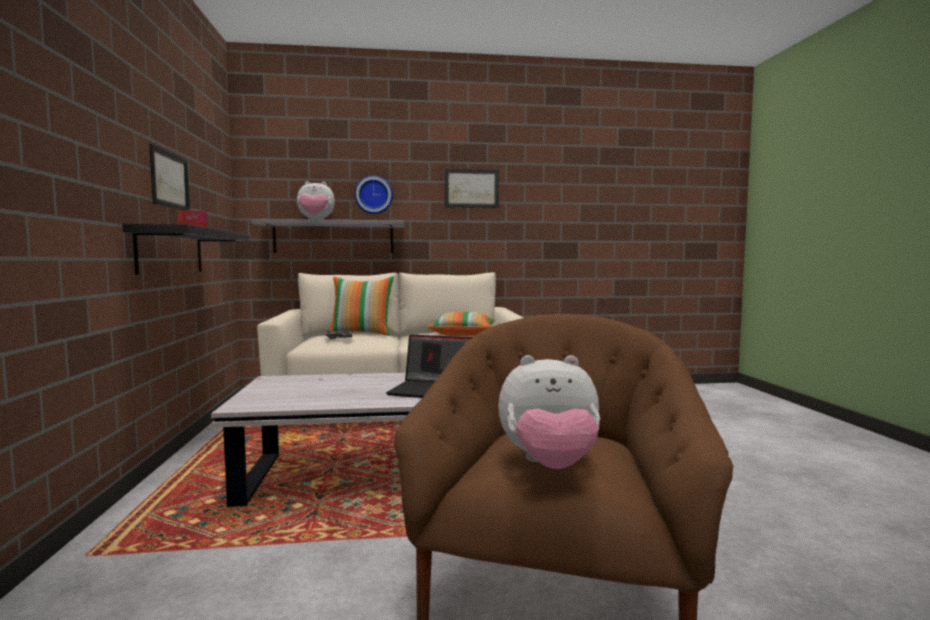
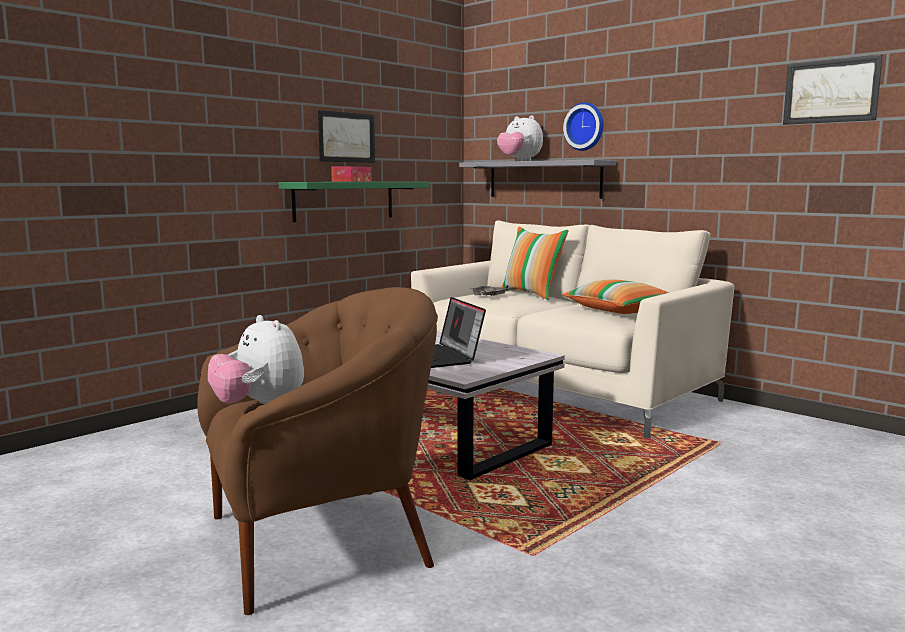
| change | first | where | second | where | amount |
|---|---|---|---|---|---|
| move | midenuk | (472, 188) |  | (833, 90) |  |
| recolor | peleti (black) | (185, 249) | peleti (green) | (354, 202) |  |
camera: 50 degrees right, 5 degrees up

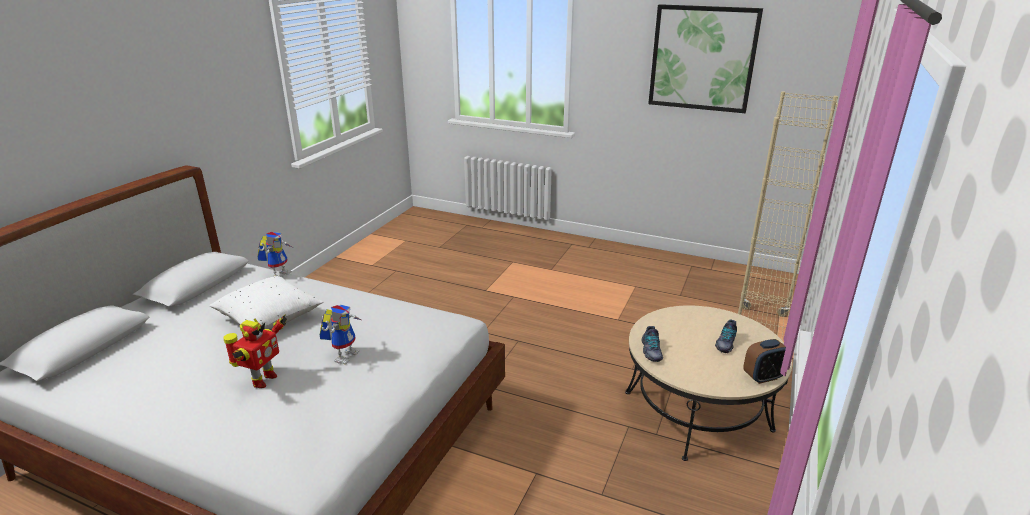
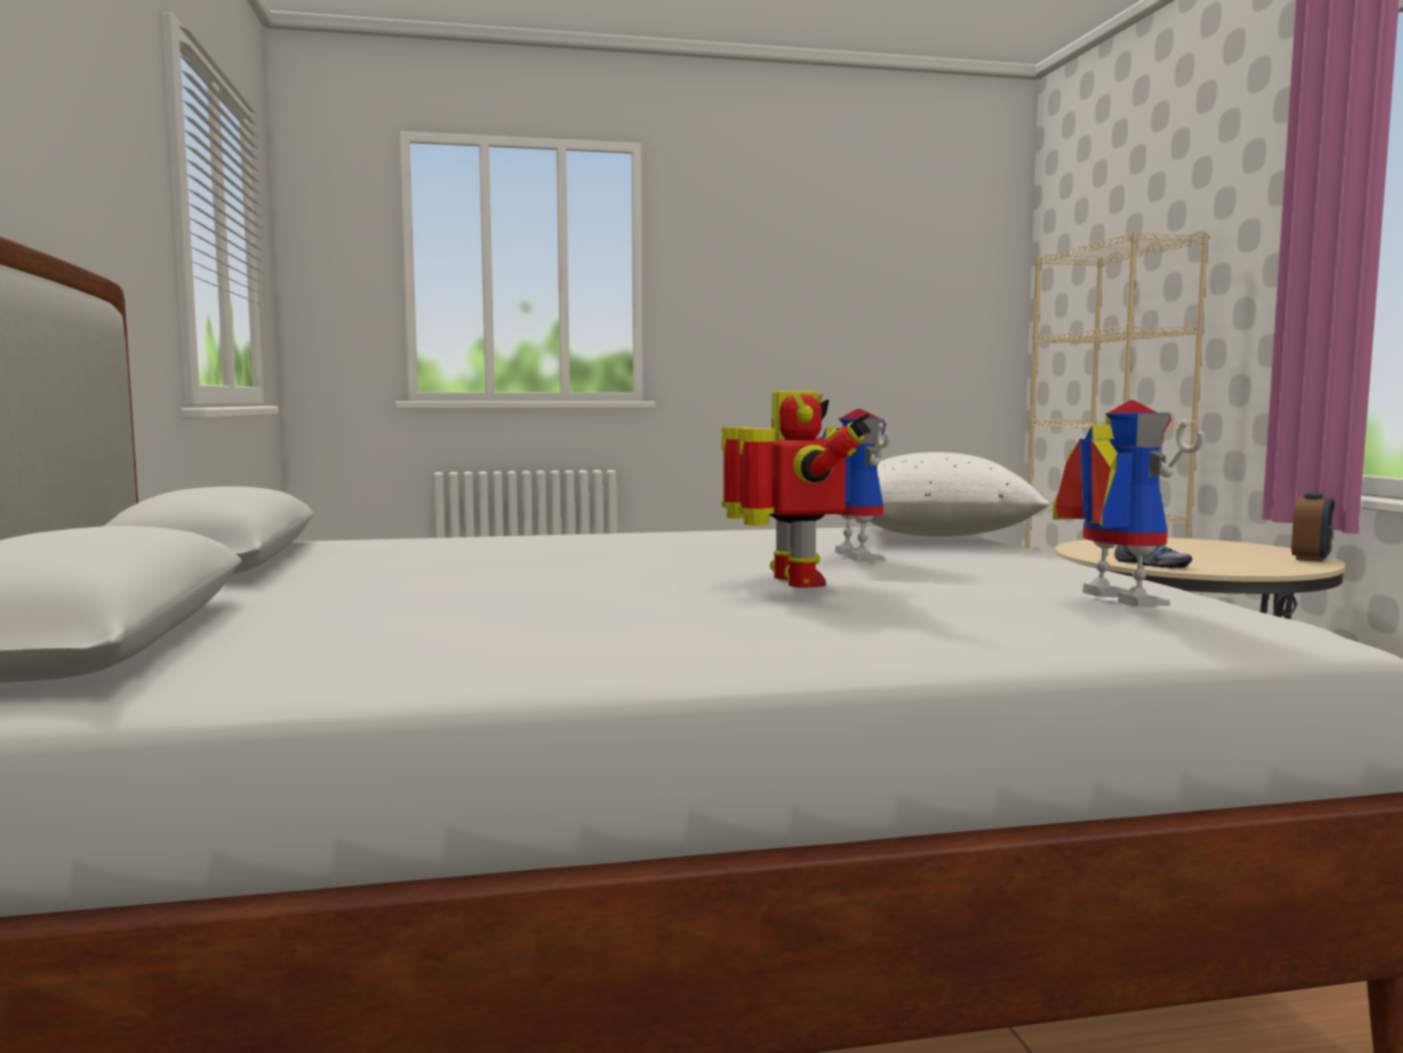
| change | first | where | second | where | amount |
|---|---|---|---|---|---|
| delete | midenuk | (705, 58) |  |  |  |
| move | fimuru | (275, 254) |  | (1129, 504) |  |
| move | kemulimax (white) | (266, 302) |  | (960, 494) |  |
| delete | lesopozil | (726, 336) |  |  |  |
camera: 35 degrees left, 20 degrees down

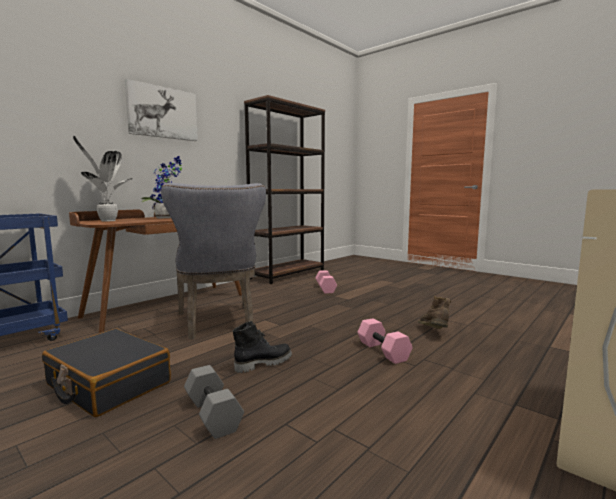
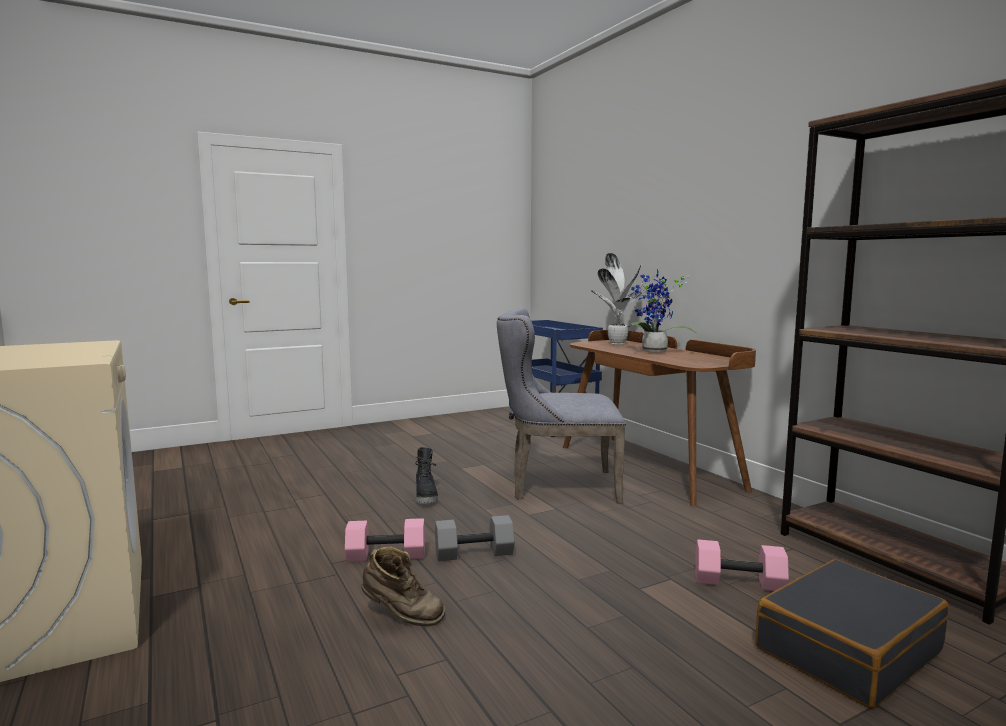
| change | first | where | second | where | amount |
|---|---|---|---|---|---|
| delete | midenuk | (161, 110) |  |  |  |
| move | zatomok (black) | (106, 373) |  | (852, 634) |  |
| move | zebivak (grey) | (214, 402) |  | (475, 538) |  |
camera: 110 degrees right, 0 degrees up

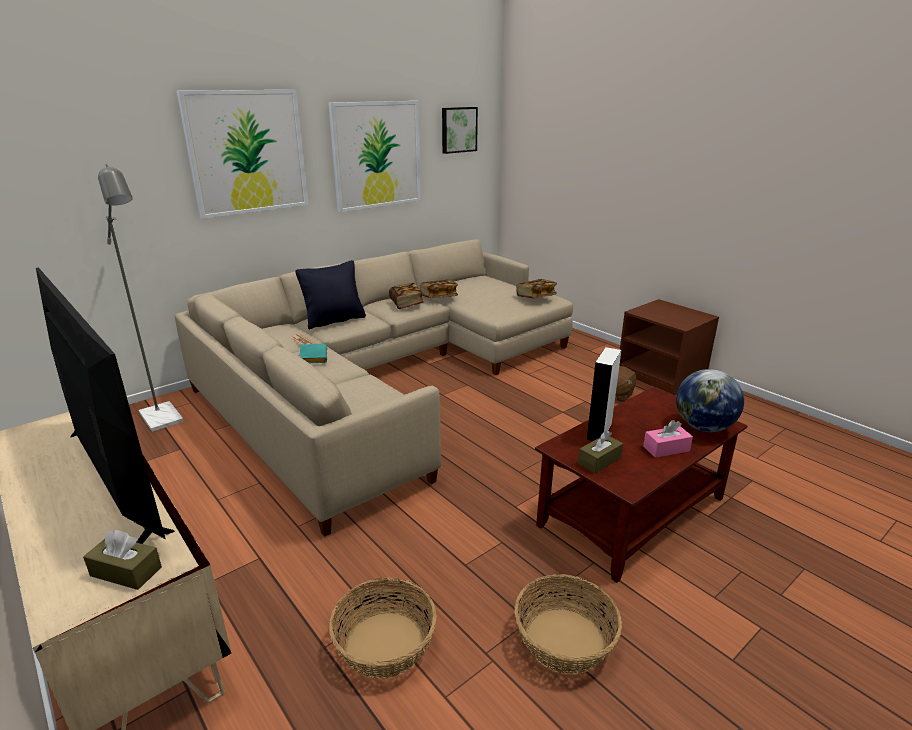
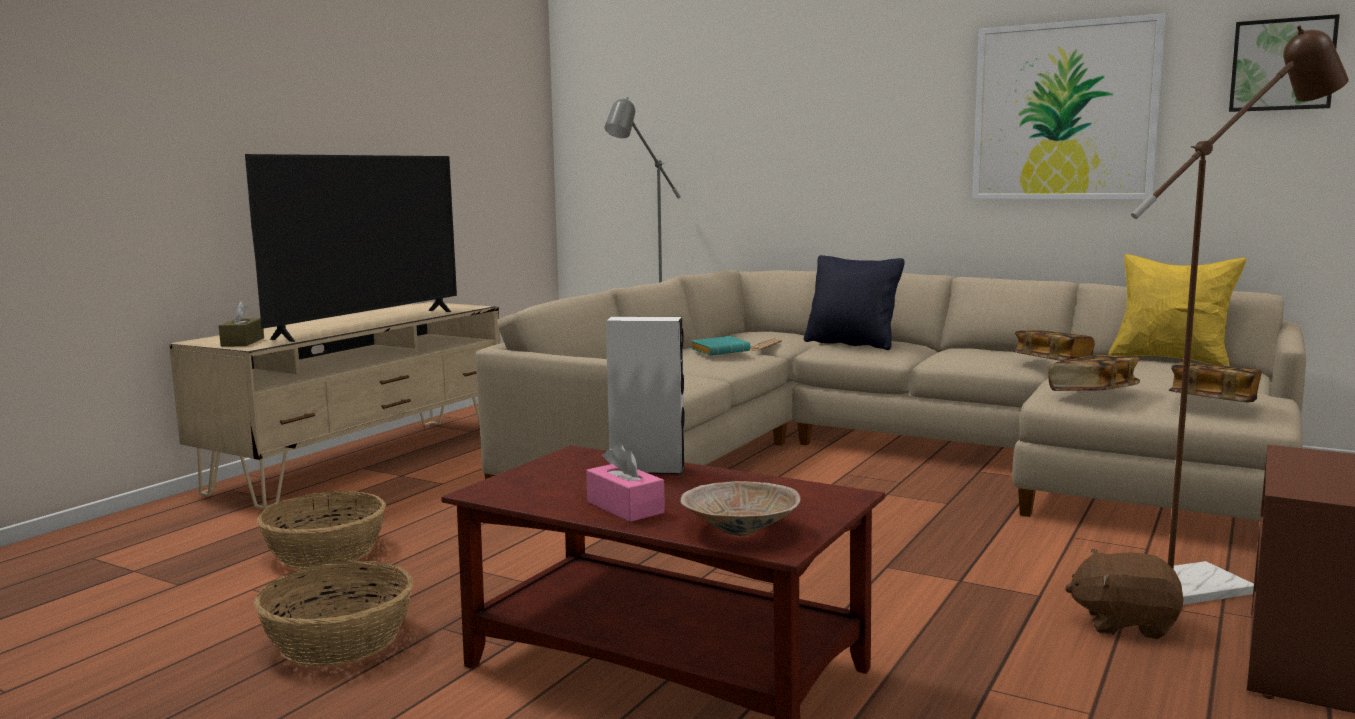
| change | first | where | second | where | amount |
|---|---|---|---|---|---|
| delete | midenuk | (242, 154) |  |  |  |
| move | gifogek | (406, 296) |  | (1094, 373) |  |
| replace | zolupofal | (710, 400) | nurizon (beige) | (740, 508) |  |
| delete | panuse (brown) | (600, 452) |  |  |  |
| insert |  |  | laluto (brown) | (1240, 315) |  |
| insert |  |  | kemulimax (yellow) | (1177, 310) |  |
camera: 70 degrees right, 15 degrees down

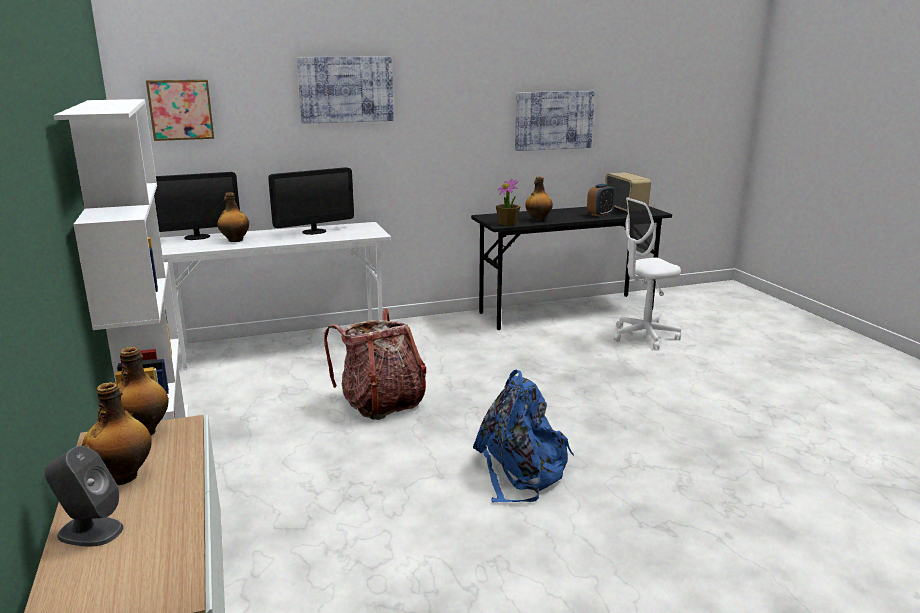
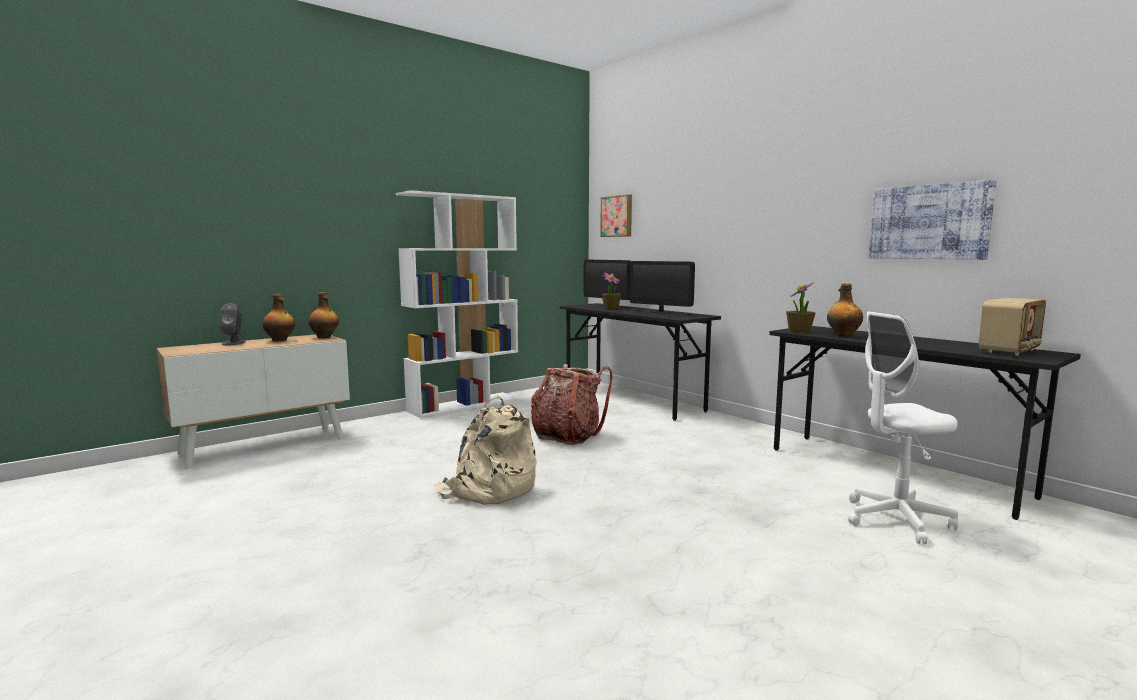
| change | first | where | second | where | amount |
|---|---|---|---|---|---|
| delete | midenuk | (345, 90) |  |  |  |
| delete | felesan | (601, 200) |  |  |  |
| replace | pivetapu | (233, 217) | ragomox | (611, 291) |  |
| rotate | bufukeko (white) | (647, 273) |  | (903, 427) | 60 degrees counterclockwise |
| recolor | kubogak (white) | (275, 295) | kubogak (black) | (640, 362) |  |
| recolor | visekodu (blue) | (523, 436) | visekodu (beige) | (486, 450) |  |
camera: 70 degrees right, 10 degrees down

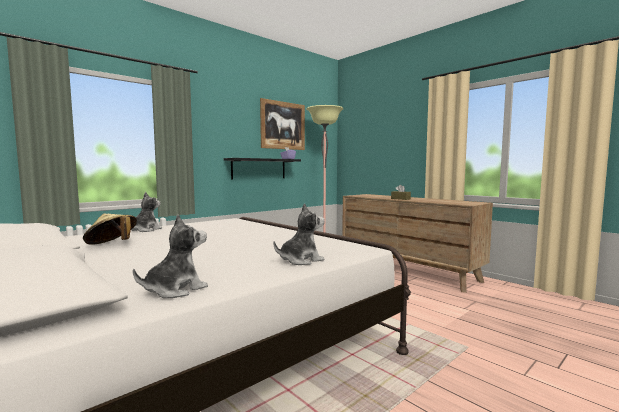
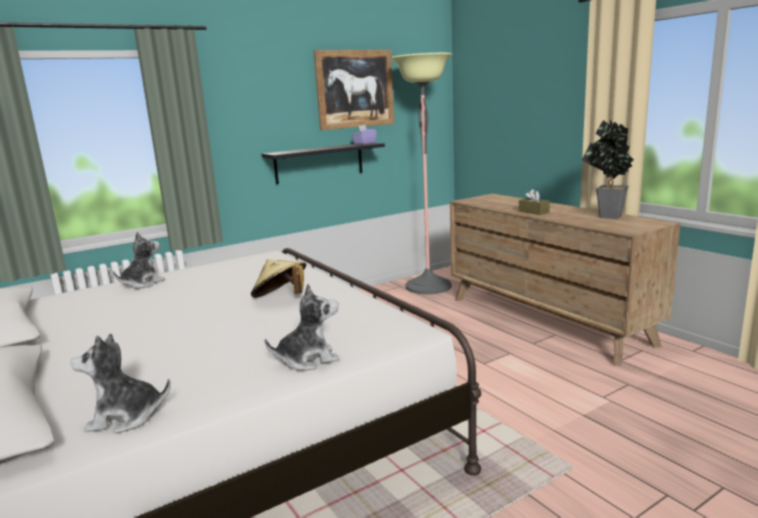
| change | first | where | second | where | amount |
|---|---|---|---|---|---|
| move | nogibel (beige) | (110, 229) |  | (278, 278) |  |
| rotate | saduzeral | (170, 256) |  | (121, 383) | 150 degrees counterclockwise |
| insert |  |  | ragomox | (608, 169) |  |
camera: 10 degrees right, 10 degrees up

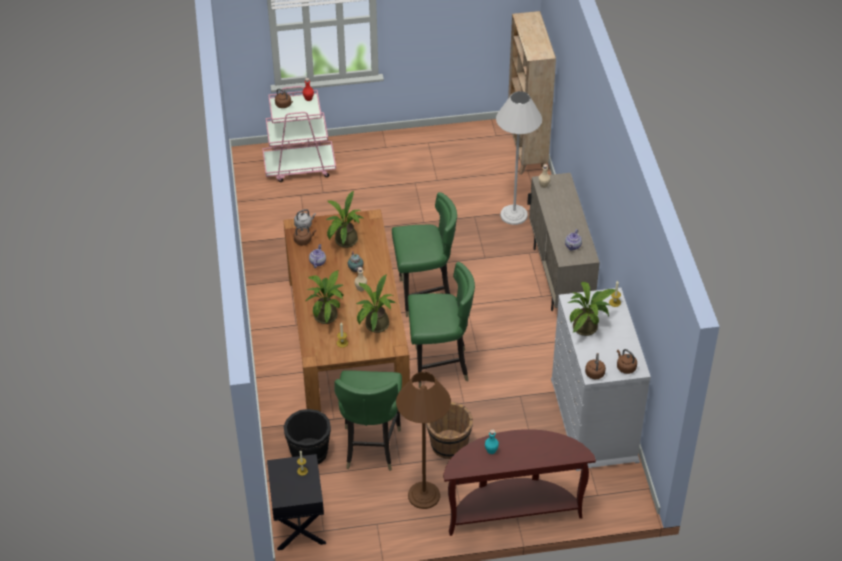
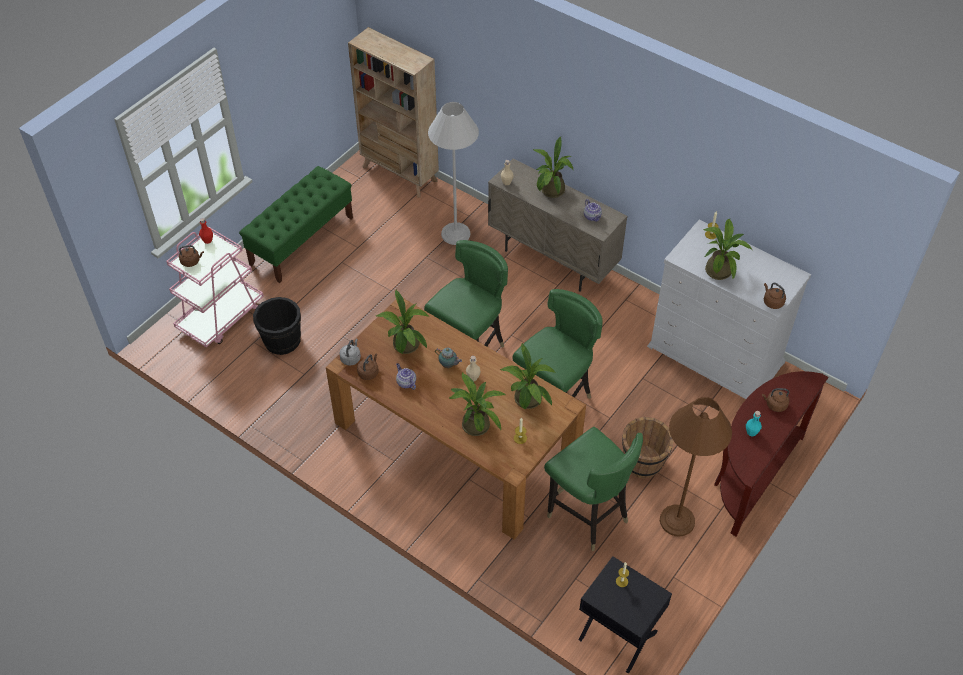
| change | first | where | second | where | amount |
|---|---|---|---|---|---|
| move | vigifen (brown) | (627, 361) |  | (776, 400) |  |
| move | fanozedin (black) | (307, 436) |  | (277, 326) |  |
| insert |  |  | ragomox | (553, 167) |  |
| insert |  |  | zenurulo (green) | (296, 224) |  |
camera: 45 degrees left, 5 degrees up

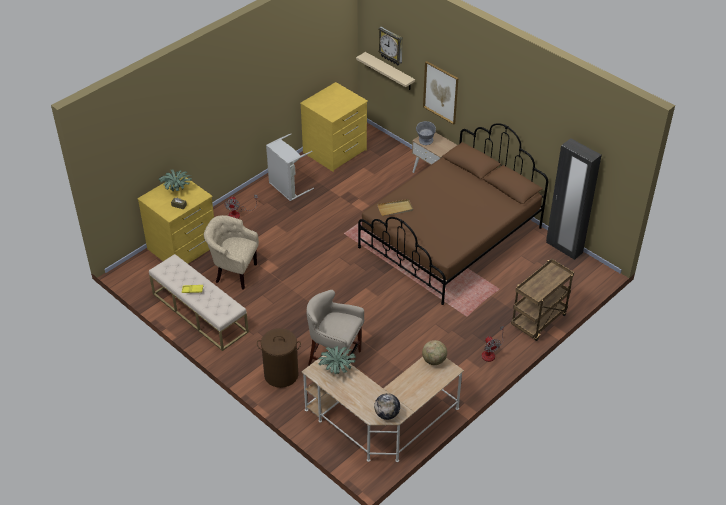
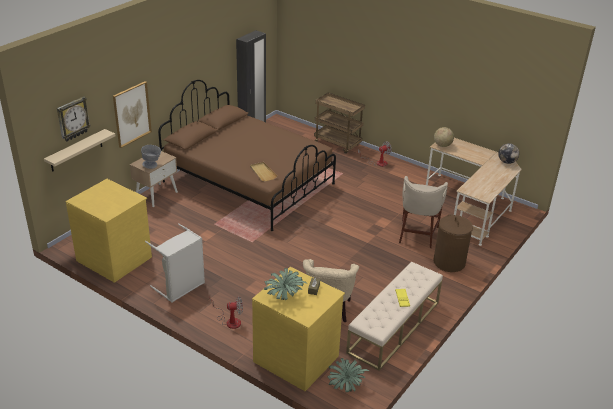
| change | first | where | second | where | amount |
|---|---|---|---|---|---|
| move | ragomox | (337, 360) |  | (348, 375) |  |
camera: 100 degrees left, 10 degrees down

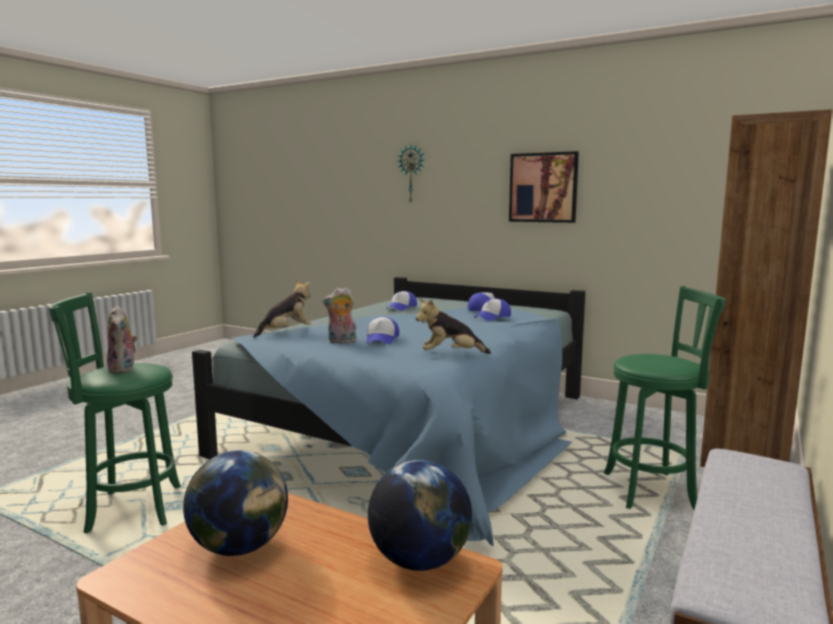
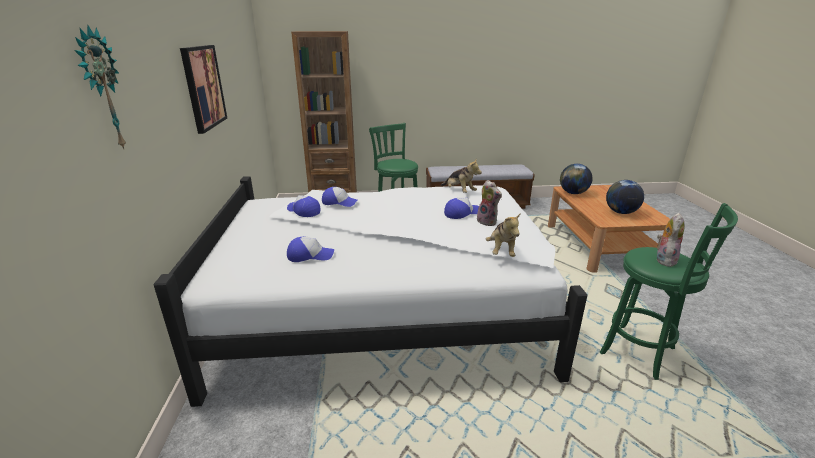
| change | first | where | second | where | amount |
|---|---|---|---|---|---|
| recolor | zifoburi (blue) | (388, 412) | zifoburi (white) | (370, 291) |  |
| rotate | saduzeral | (282, 308) |  | (503, 235) | 105 degrees counterclockwise |
camera: 125 degrees left, 15 degrees up

